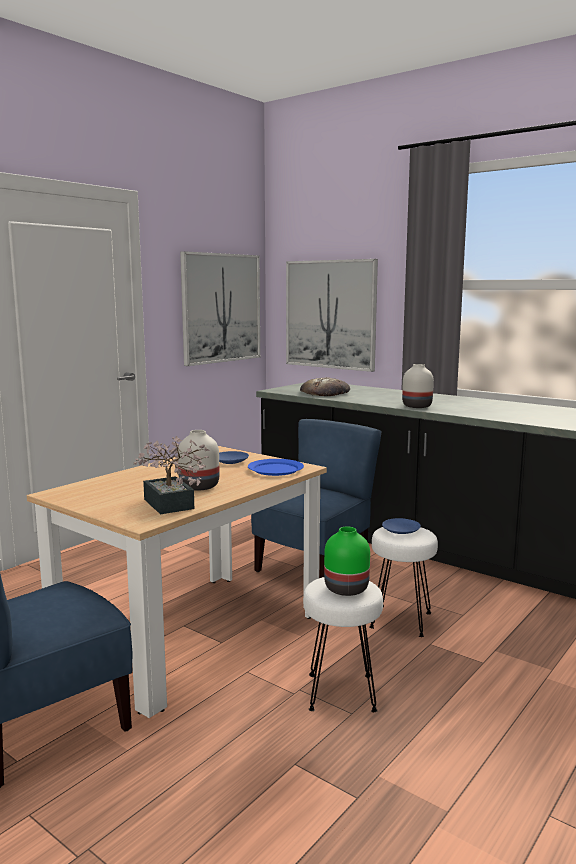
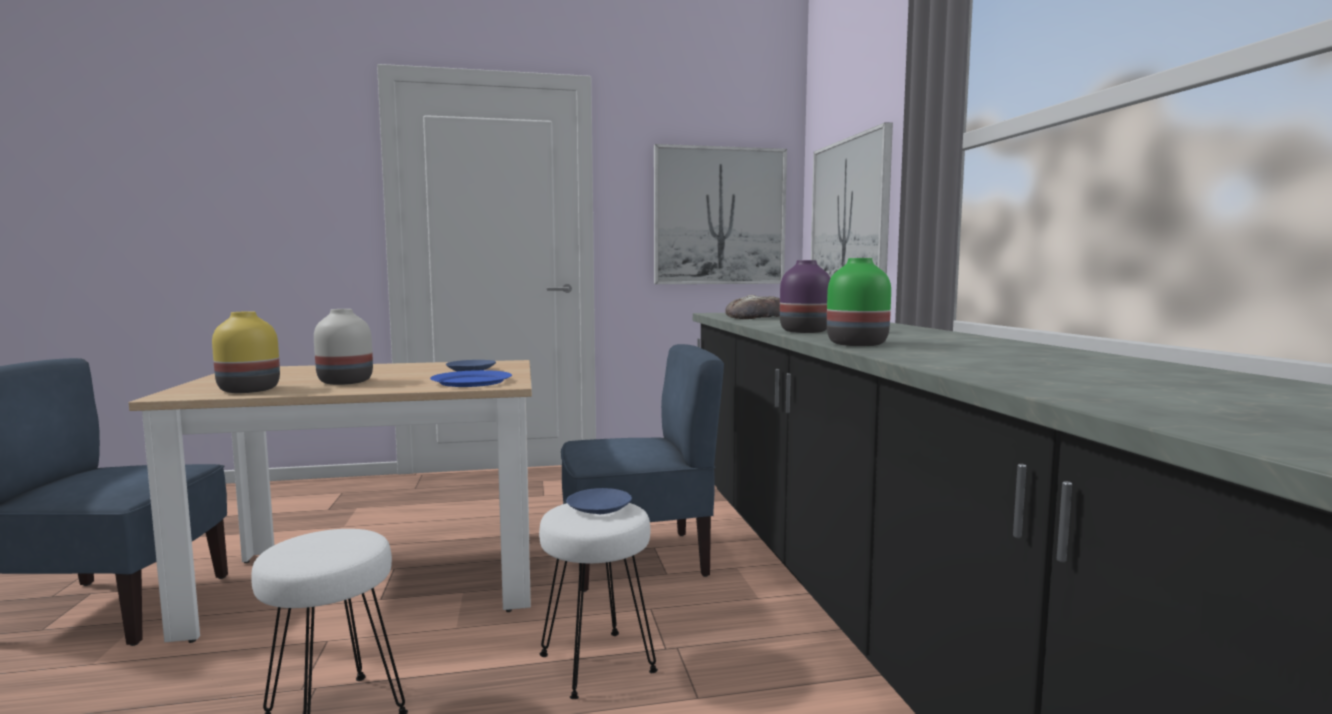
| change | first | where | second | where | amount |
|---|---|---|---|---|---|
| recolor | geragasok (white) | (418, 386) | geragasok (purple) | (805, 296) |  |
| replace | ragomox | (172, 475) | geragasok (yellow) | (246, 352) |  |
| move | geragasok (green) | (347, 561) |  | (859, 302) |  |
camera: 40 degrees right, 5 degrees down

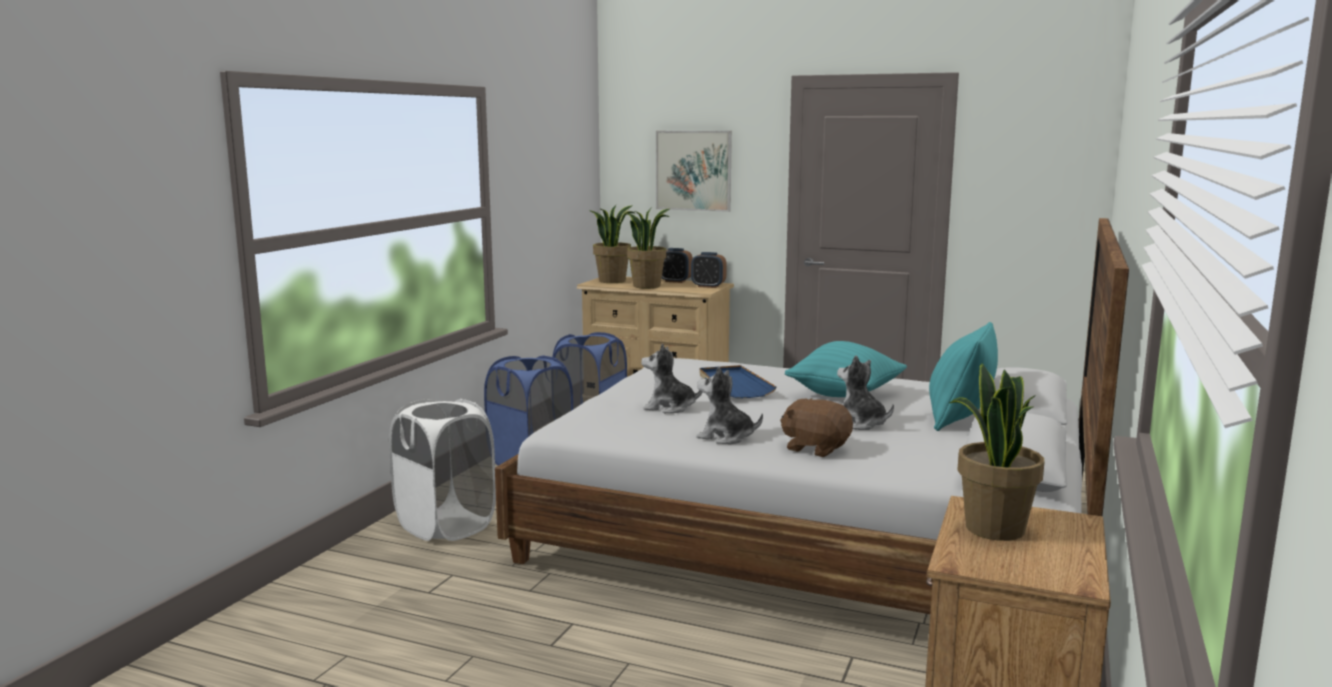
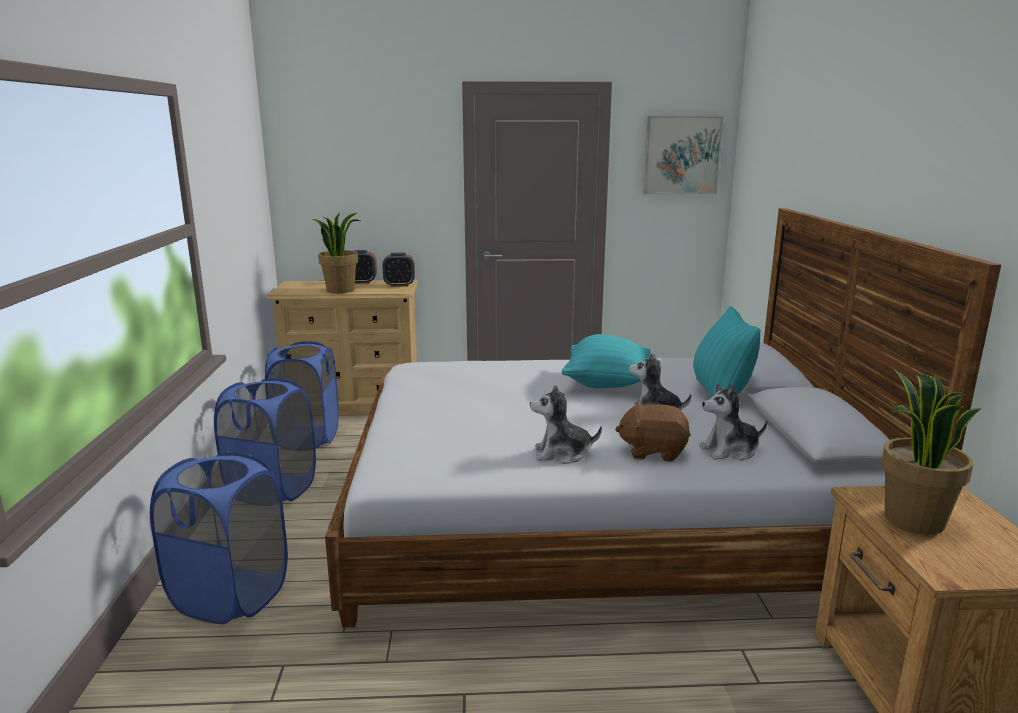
| change | first | where | second | where | amount |
|---|---|---|---|---|---|
| move | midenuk | (694, 171) |  | (683, 155) |  |
| delete | ragomox | (613, 244) |  |  |  |
| move | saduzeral | (672, 378) |  | (733, 422) |  |
| delete | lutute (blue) | (738, 381) |  |  |  |
| recolor | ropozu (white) | (442, 470) | ropozu (blue) | (219, 537) |  |
camera: 25 degrees left, 5 degrees up

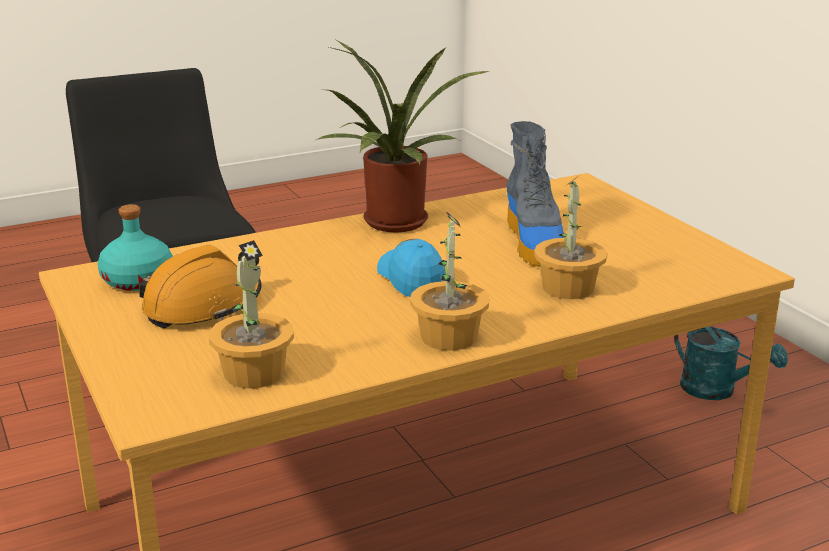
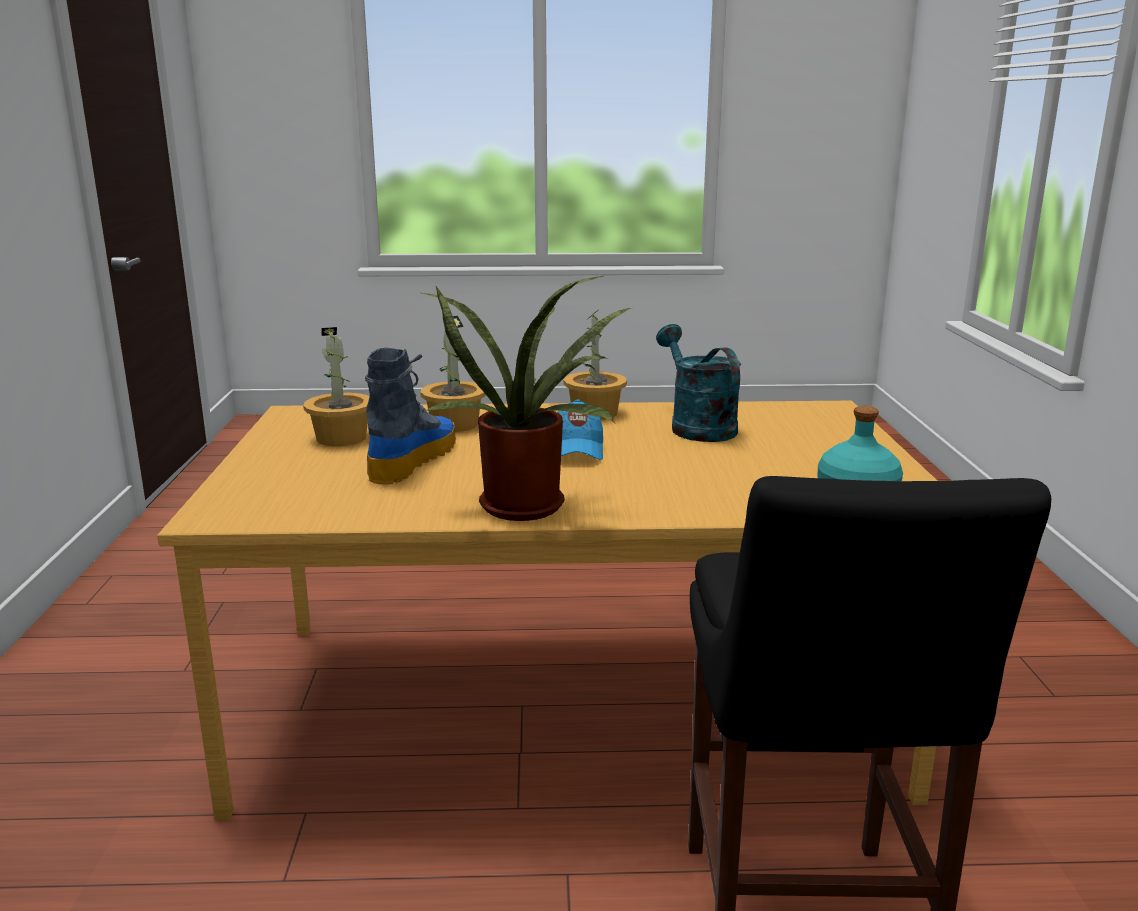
| change | first | where | second | where | amount |
|---|---|---|---|---|---|
| move | ragomox | (251, 314) |  | (336, 386) |  |
| delete | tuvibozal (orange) | (200, 286) |  |  |  |
| move | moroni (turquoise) | (731, 363) |  | (698, 383) |  |
camera: 155 degrees left, 5 degrees down

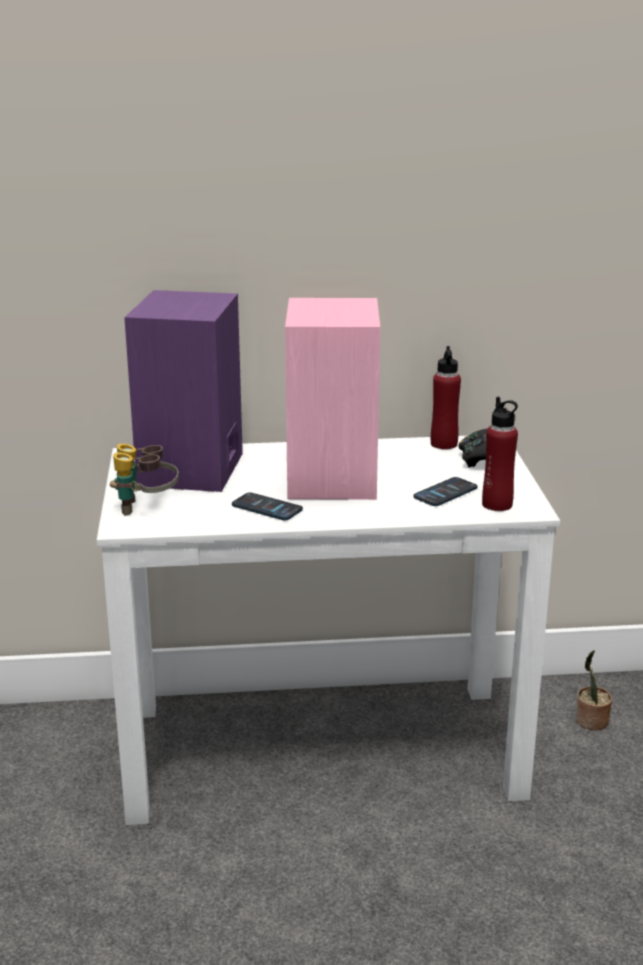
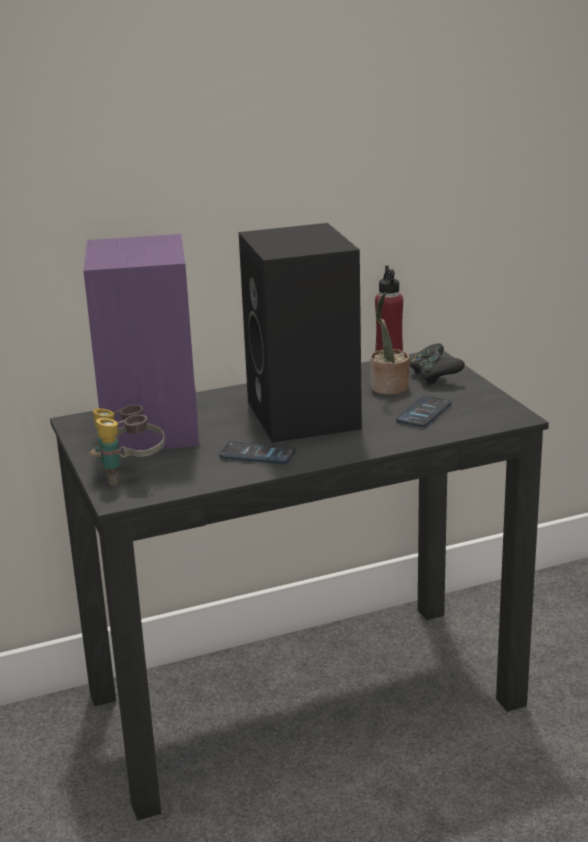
| change | first | where | second | where | amount |
|---|---|---|---|---|---|
| recolor | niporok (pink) | (332, 399) | niporok (black) | (300, 333) |  |
| delete | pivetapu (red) | (500, 454) |  |  |  |
| recolor | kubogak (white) | (328, 630) | kubogak (black) | (299, 586) |  |
| move | ragomox | (593, 690) |  | (390, 343) |  |
camera: 15 degrees left, 0 degrees up

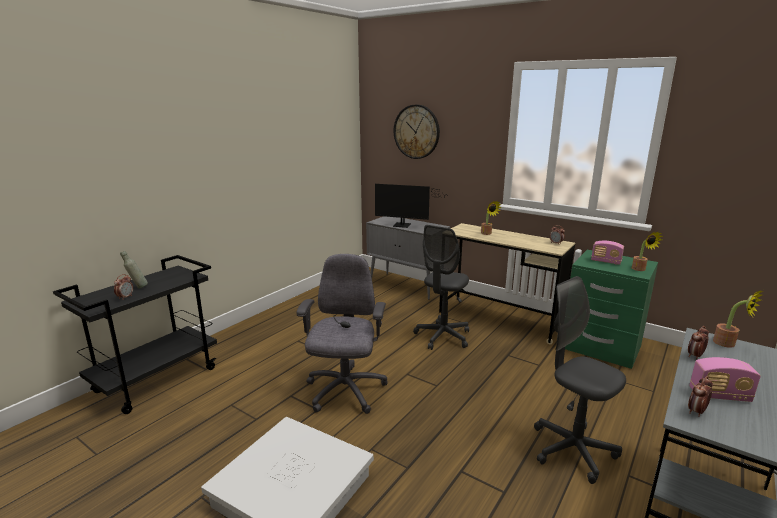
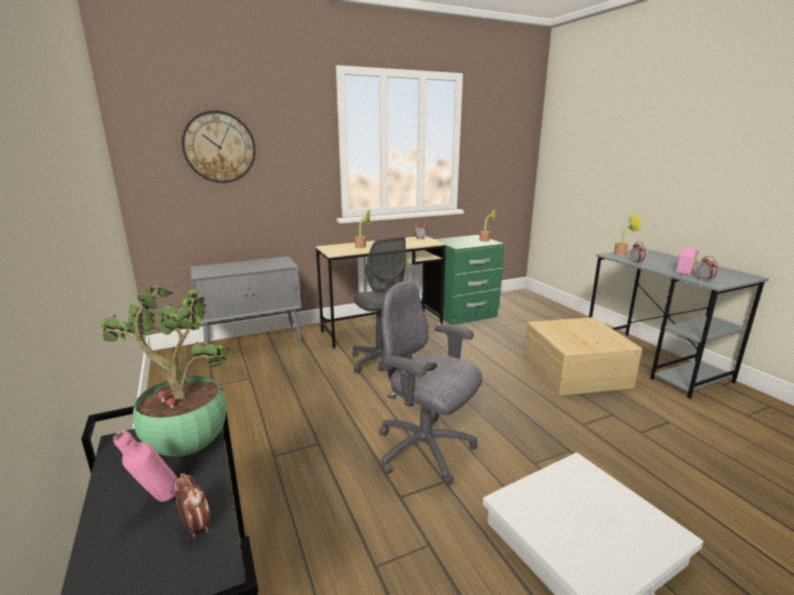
| change | first | where | second | where | amount |
|---|---|---|---|---|---|
| delete | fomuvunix | (411, 206) |  |  |  |
| delete | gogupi | (607, 253) |  |  |  |
| recolor | pivetapu (grey) | (134, 270) | pivetapu (pink) | (145, 466) |  |
| replace | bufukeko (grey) | (580, 380) | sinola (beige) | (583, 356) |  |
| insert |  |  | ragomox | (165, 371) |  |
camera: 60 degrees left, 0 degrees up

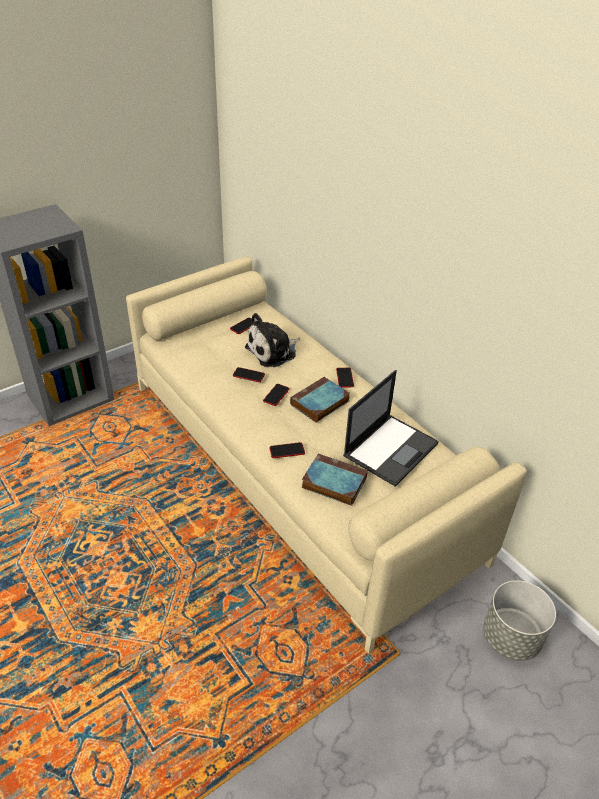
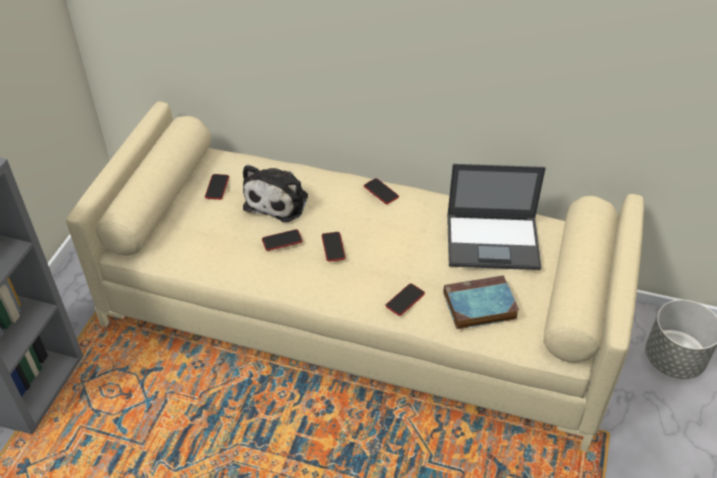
| change | first | where | second | where | amount |
|---|---|---|---|---|---|
| rotate | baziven | (391, 428) |  | (496, 217) | 90 degrees clockwise |
| delete | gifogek | (320, 400) |  |  |  |
camera: 35 degrees left, 5 degrees up

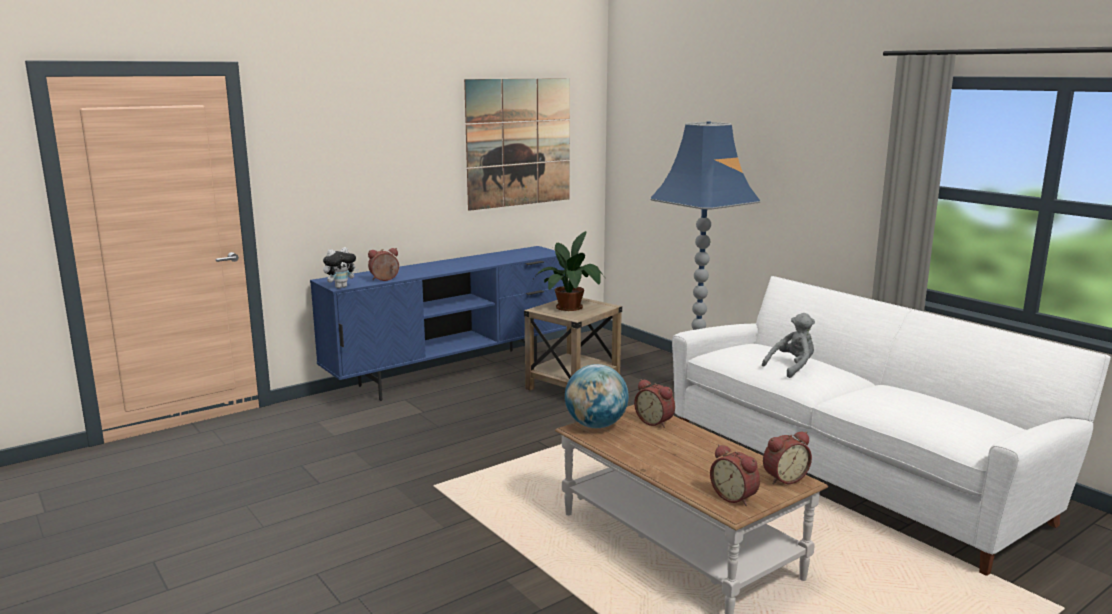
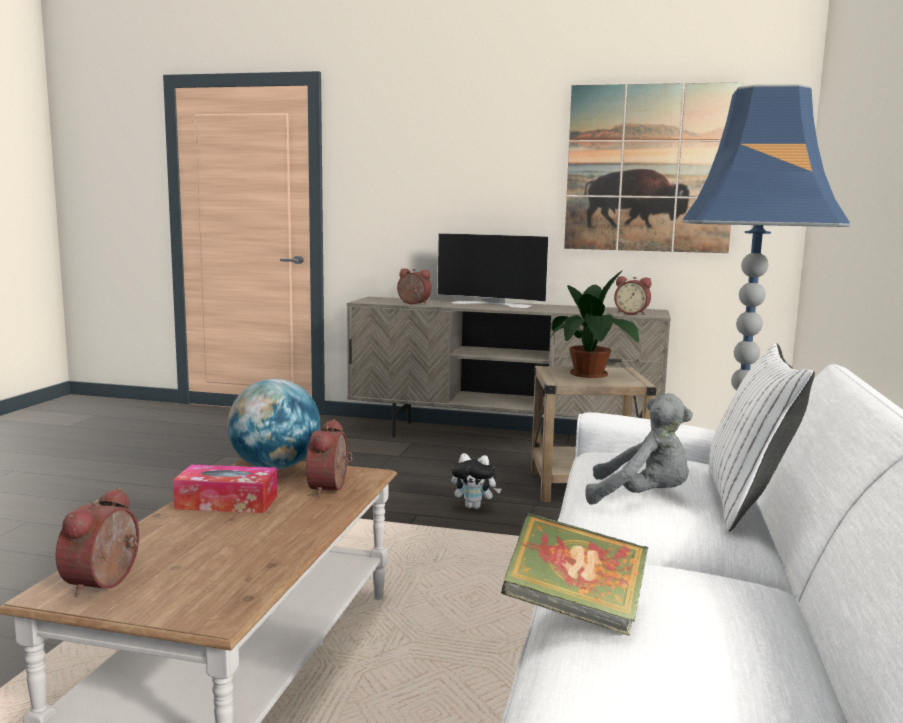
| change | first | where | second | where | amount |
|---|---|---|---|---|---|
| recolor | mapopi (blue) | (438, 323) | mapopi (beige) | (509, 367) |  |
| move | saduzeral | (341, 267) |  | (476, 481) |  |
| move | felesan | (787, 458) |  | (633, 295) |  |
| insert |  |  | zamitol | (493, 270) |  |
| insert |  |  | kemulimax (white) | (761, 437) |  |
| insert |  |  | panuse | (225, 489) |  |
| insert |  |  | gifogek | (574, 574) |  |
camera: 50 degrees right, 5 degrees down

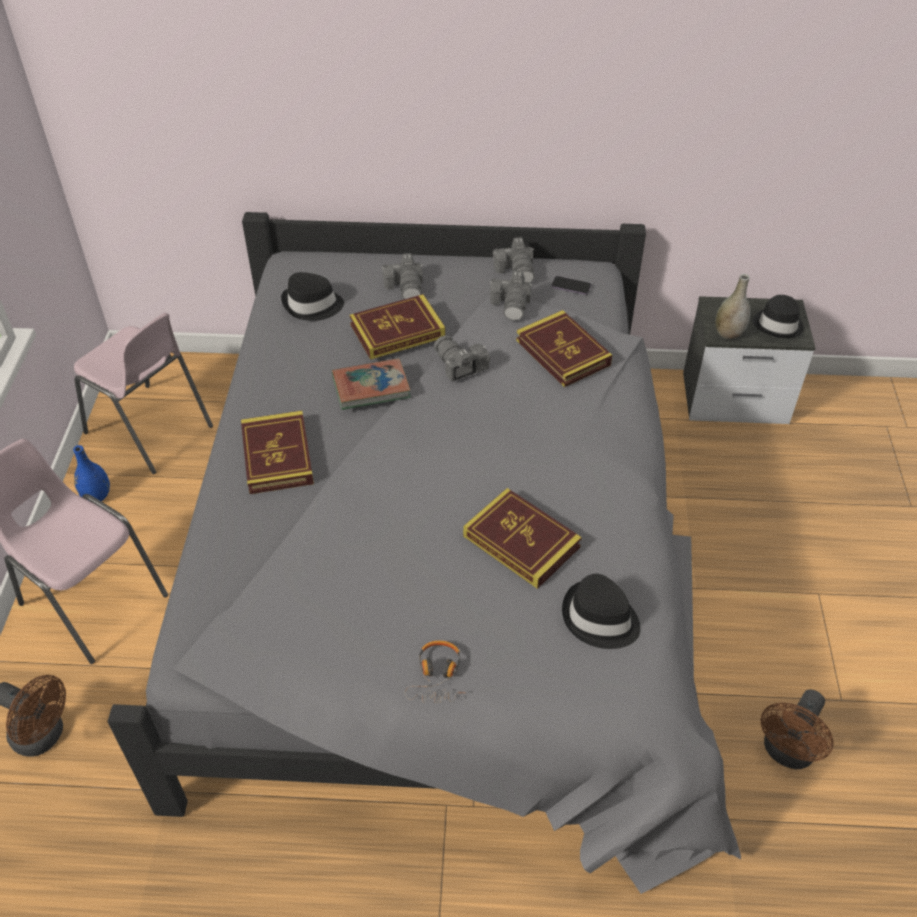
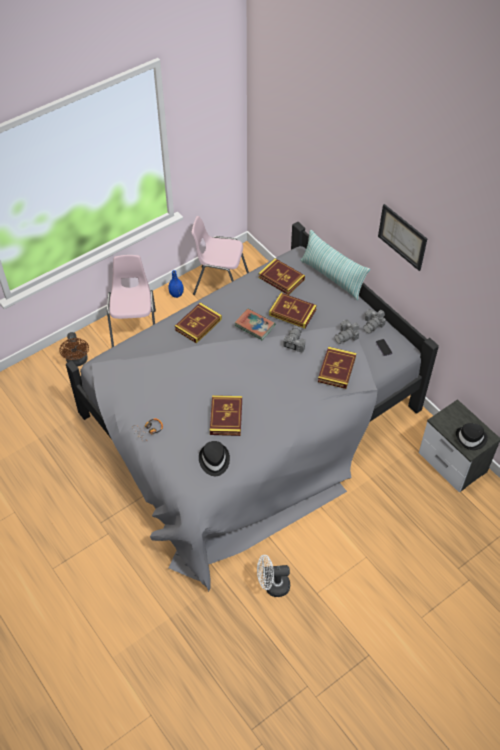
| change | first | where | second | where | amount |
|---|---|---|---|---|---|
| delete | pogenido | (402, 276) |  |  |  |
| replace | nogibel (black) | (312, 296) | gifogek | (281, 276) |  |
| delete | geragasok (grey) | (733, 306) |  |  |  |
| rotate | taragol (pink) | (143, 393) |  | (220, 255) | 105 degrees clockwise |
| recolor | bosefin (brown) | (797, 729) | bosefin (white) | (273, 576) |  |
| insert |  |  | midenuk | (402, 237) |  |
| insert |  |  | kemulimax | (335, 265) |  |
camera: 50 degrees right, 5 degrees up

